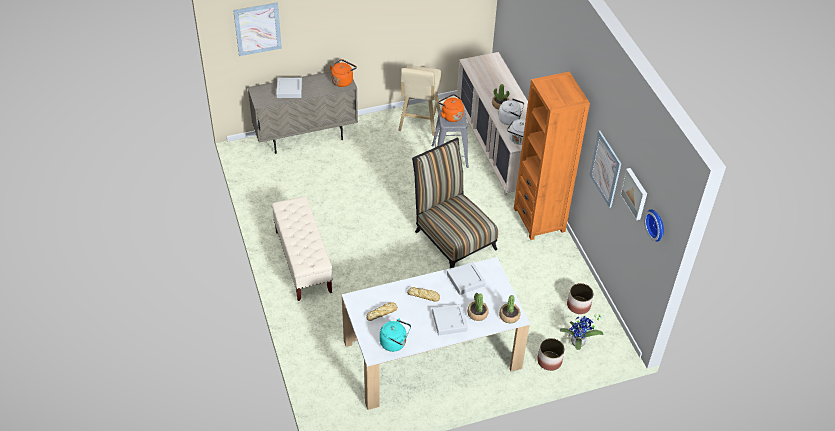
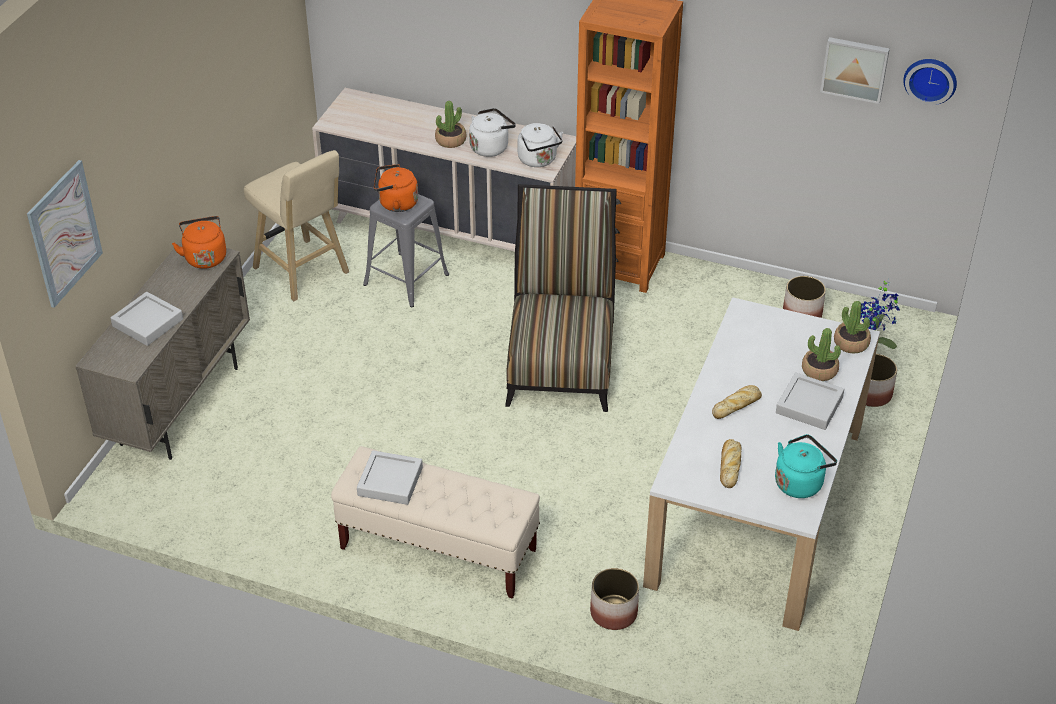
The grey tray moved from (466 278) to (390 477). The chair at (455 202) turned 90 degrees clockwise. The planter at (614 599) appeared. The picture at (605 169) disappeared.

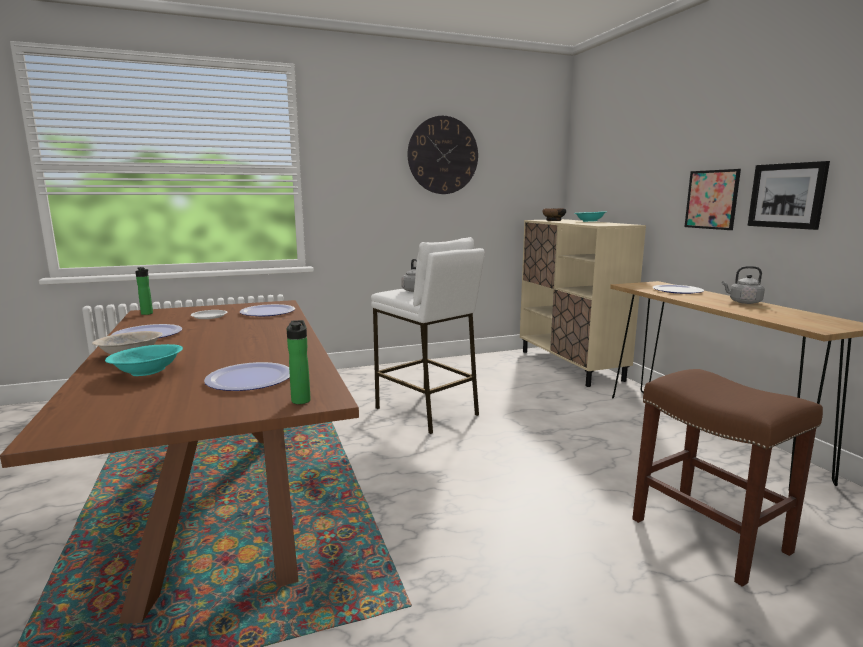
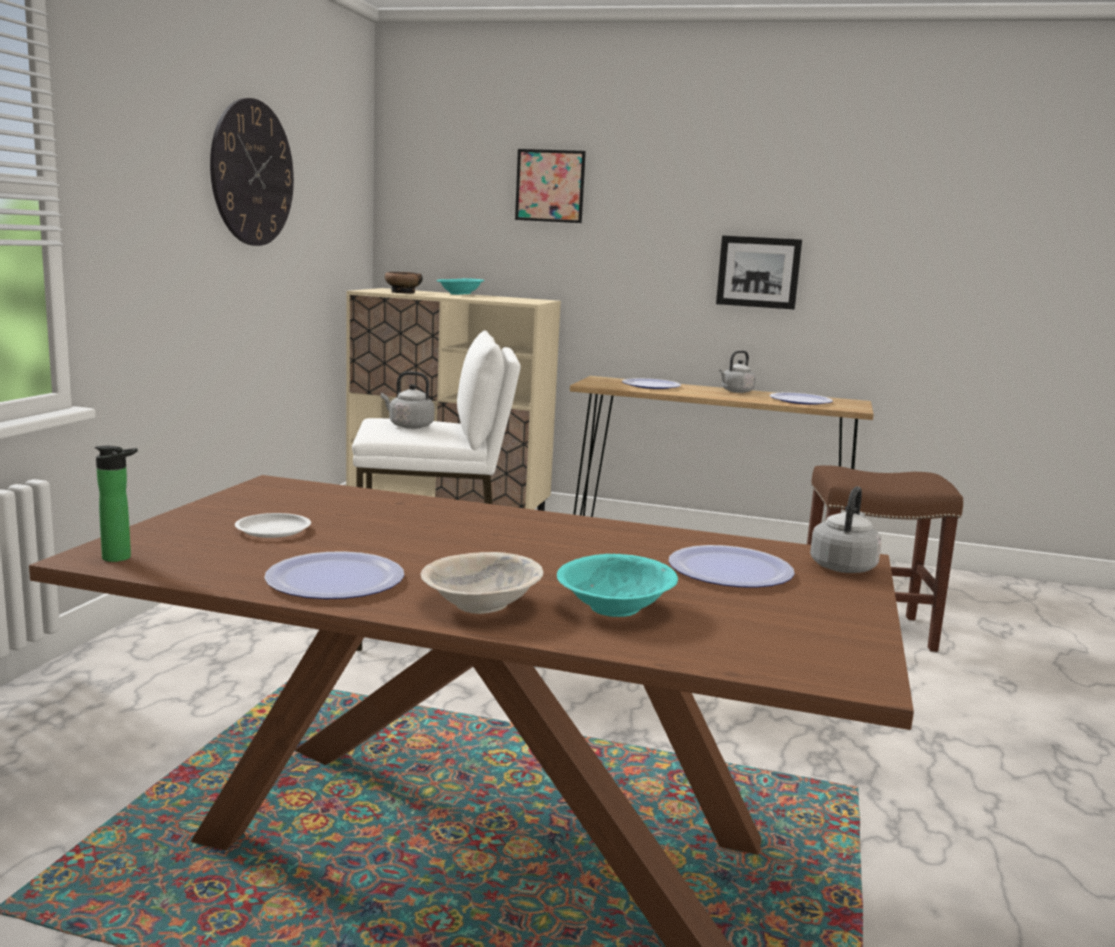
The picture moved from (713 199) to (550 186). The plate moved from (267 310) to (801 399). The bottle at (299 362) was replaced by the grey kettle at (845 529).

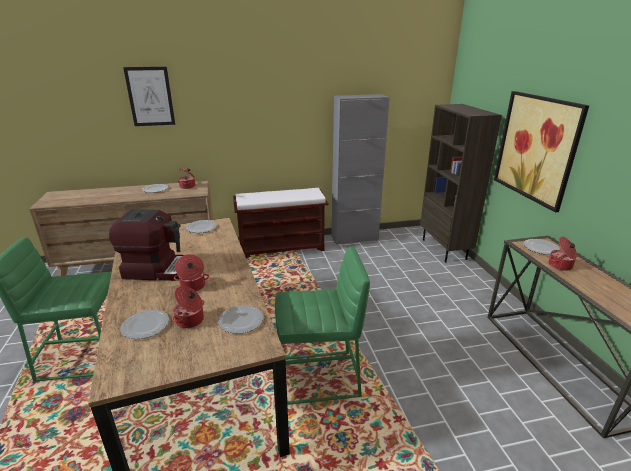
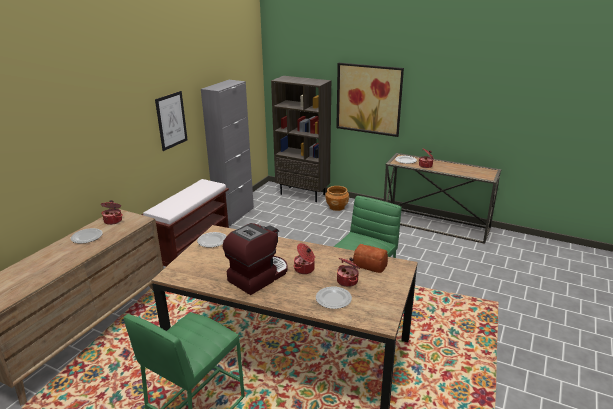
The picture moved from (149 96) to (171 121). The brown planter at (337 198) appeared. The plate at (240 319) was replaced by the bread at (370 258).

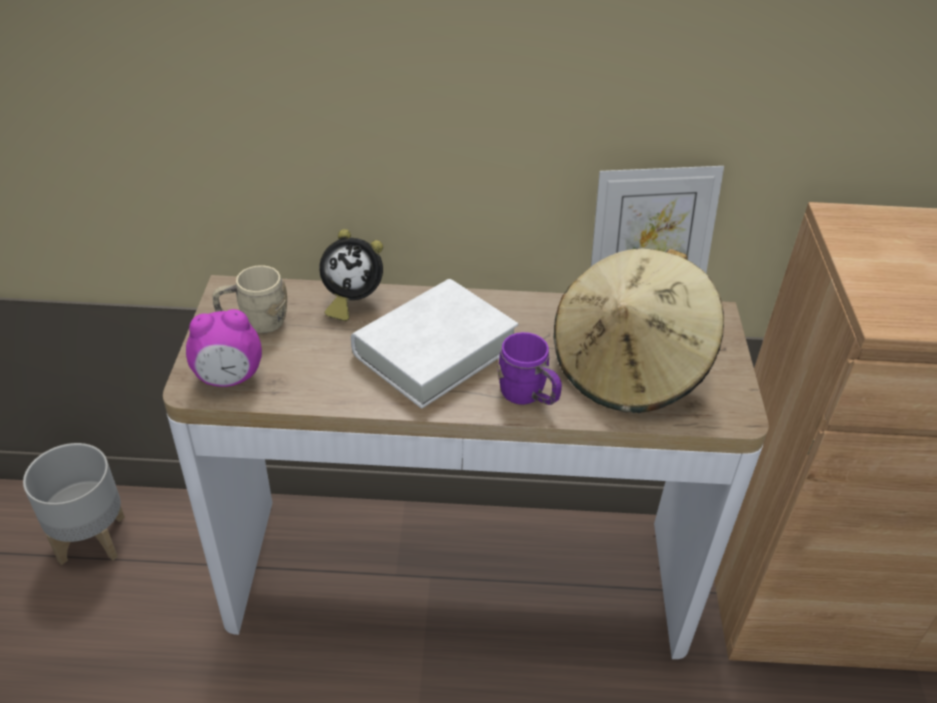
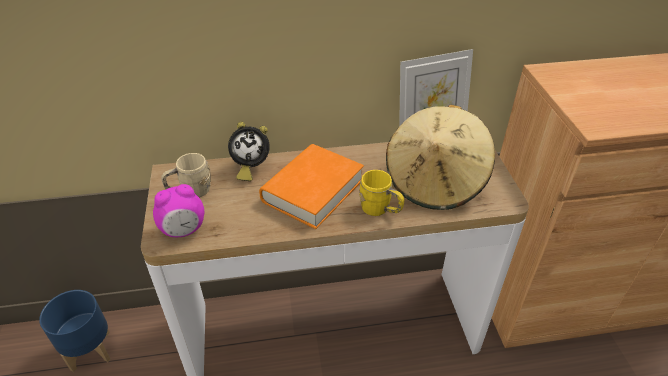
The grey planter at (74 504) became the blue planter at (75 331). The white book at (434 344) became the orange book at (311 186). The purple mug at (530 368) became the yellow mug at (381 193).

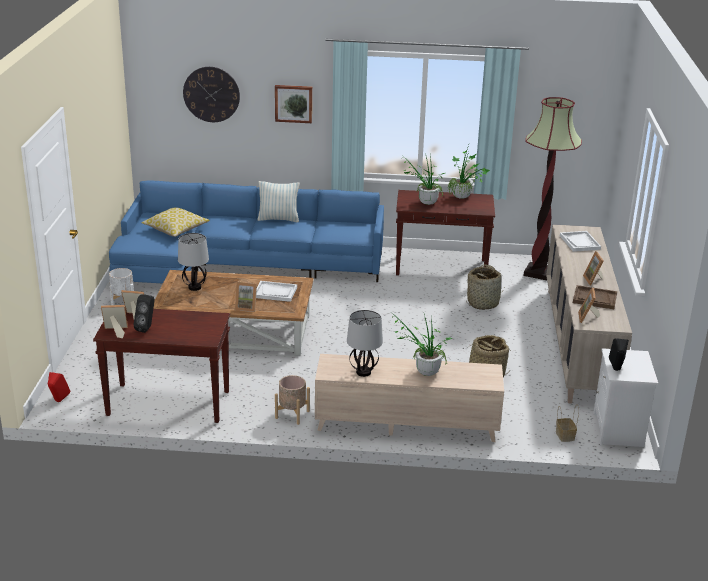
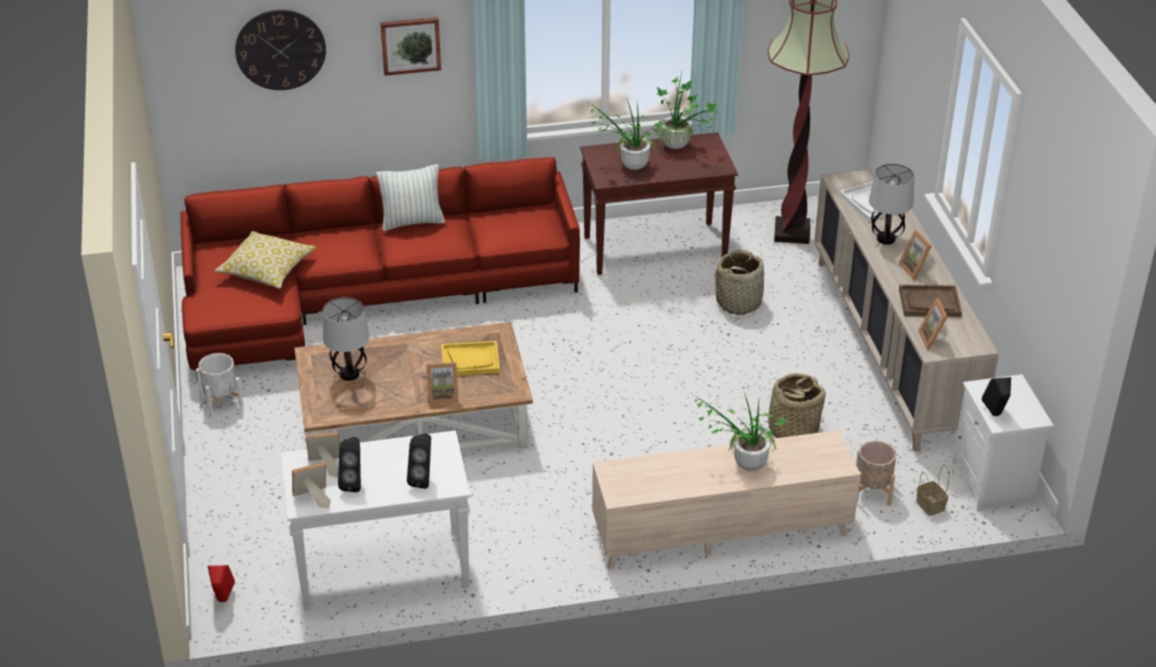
The blue sofa at (246 232) became the red sofa at (380 269). The brown console table at (161 365) became the white console table at (375 520). The black speaker at (419 461) appeared. The white tray at (276 291) became the yellow tray at (470 358). The beige planter moved from (292 400) to (876 473). The table lamp moved from (365 343) to (891 204).

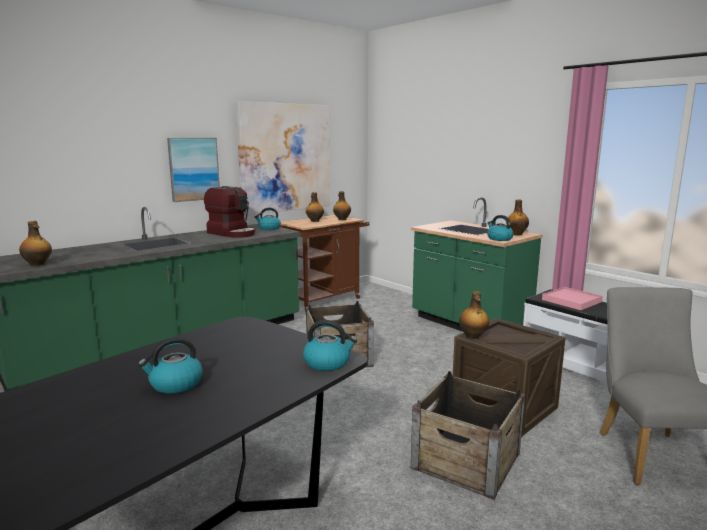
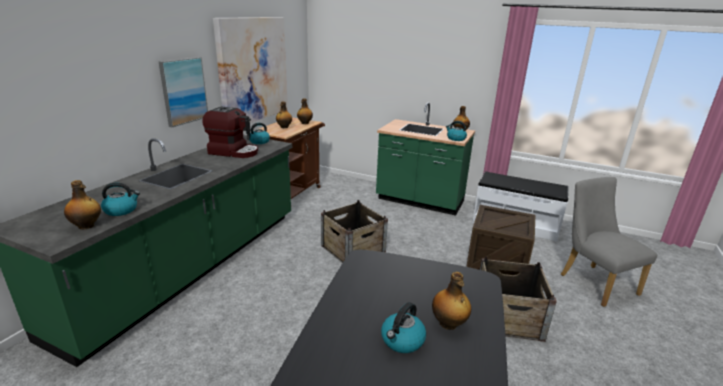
The kettle moved from (330 345) to (120 199). The bottle moved from (474 315) to (451 301). The pink tray at (572 298) disappeared.

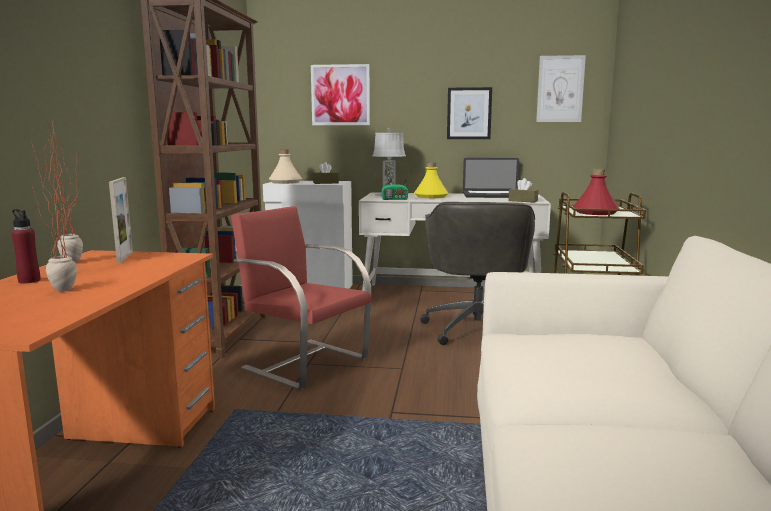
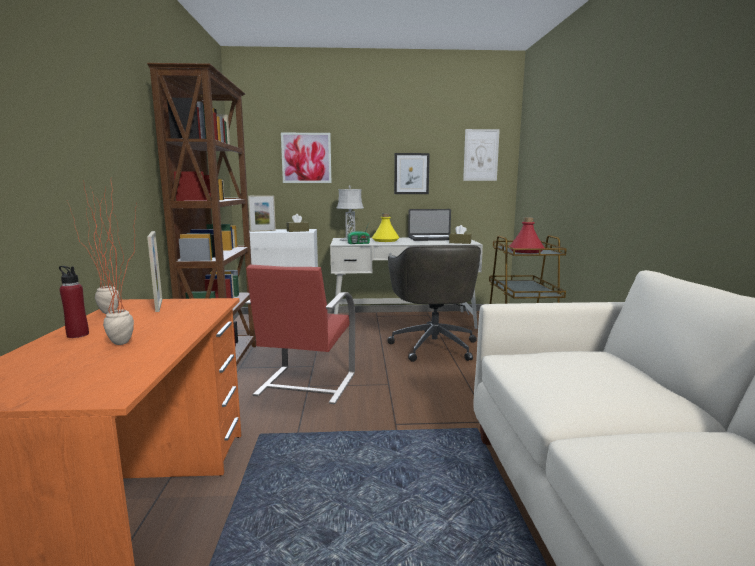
The red chair at (301 298) turned 105 degrees counterclockwise. The beige bottle at (285 166) was replaced by the picture frame at (262 213).

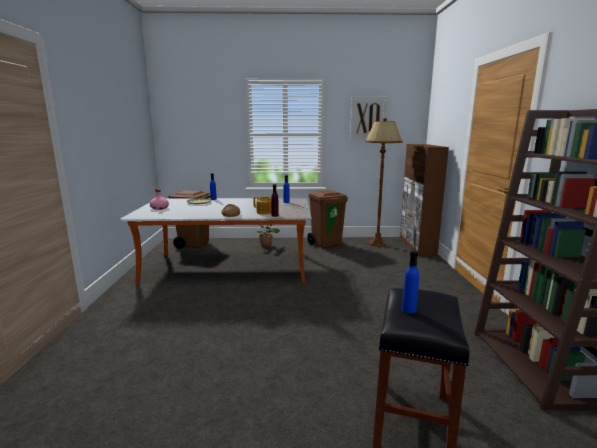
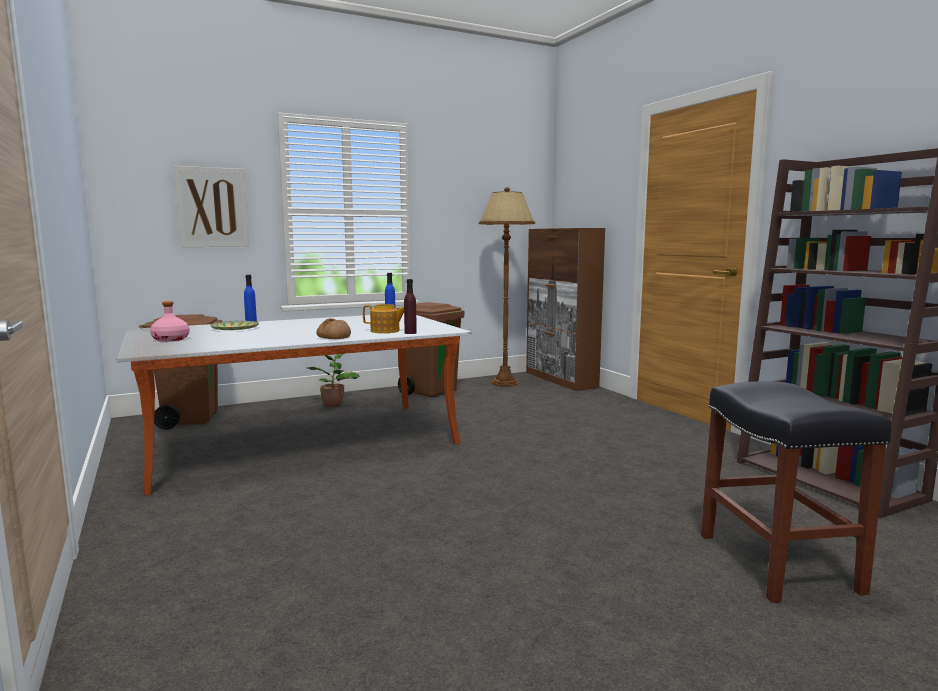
The picture moved from (368 118) to (211 206). The blue bottle at (410 281) disappeared.

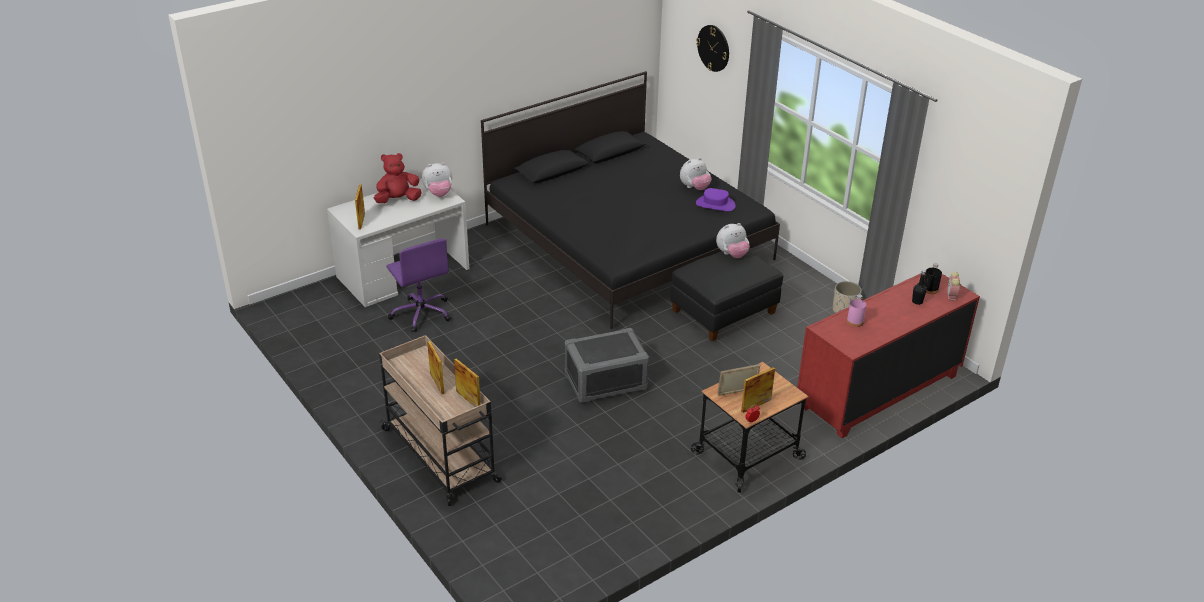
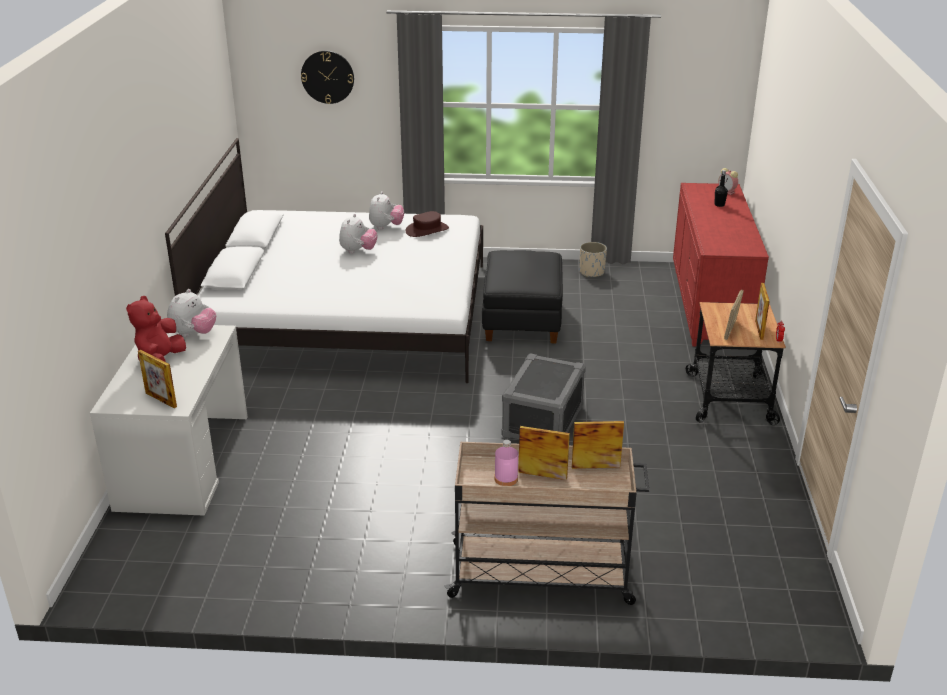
The black bed at (630 200) became the white bed at (324 260). The plush toy moved from (733 240) to (358 234). The purple hat at (716 199) became the brown hat at (427 224). The pink bottle moved from (856 310) to (506 463). The purple office chair at (418 285) disappeared. The black bottle at (932 278) disappeared.

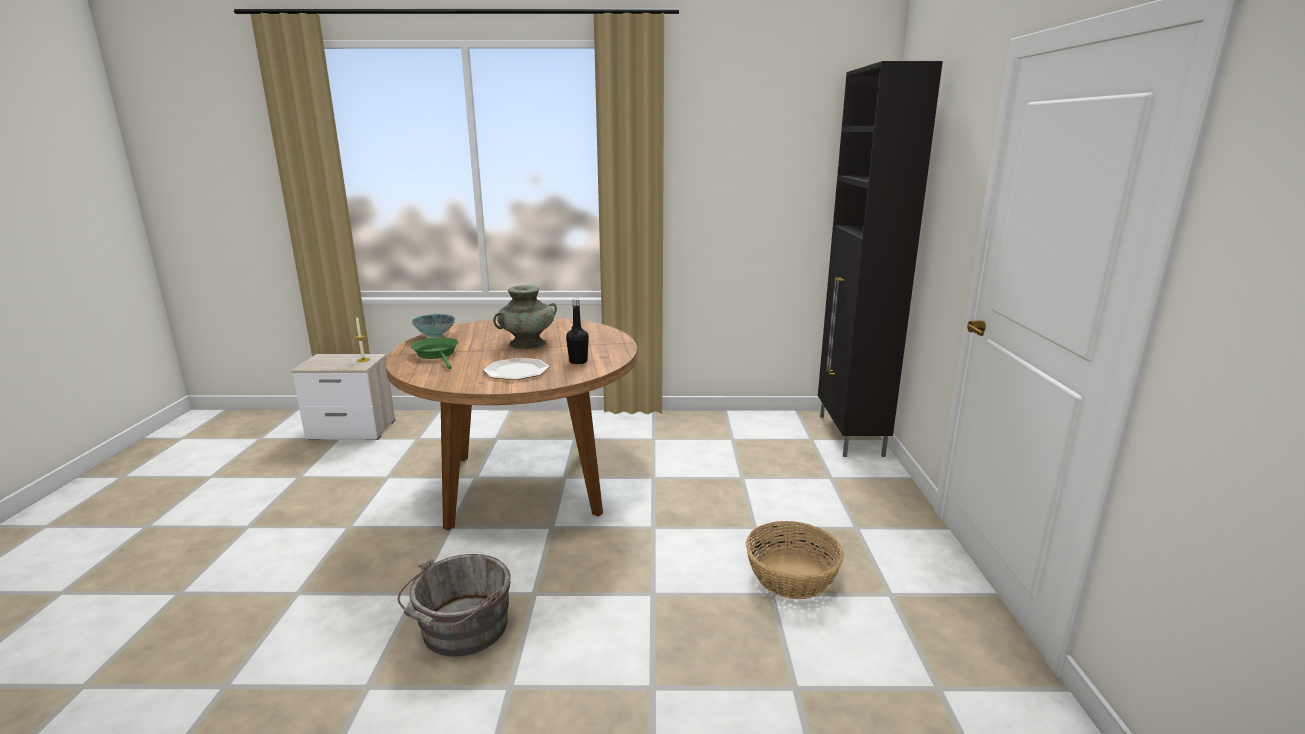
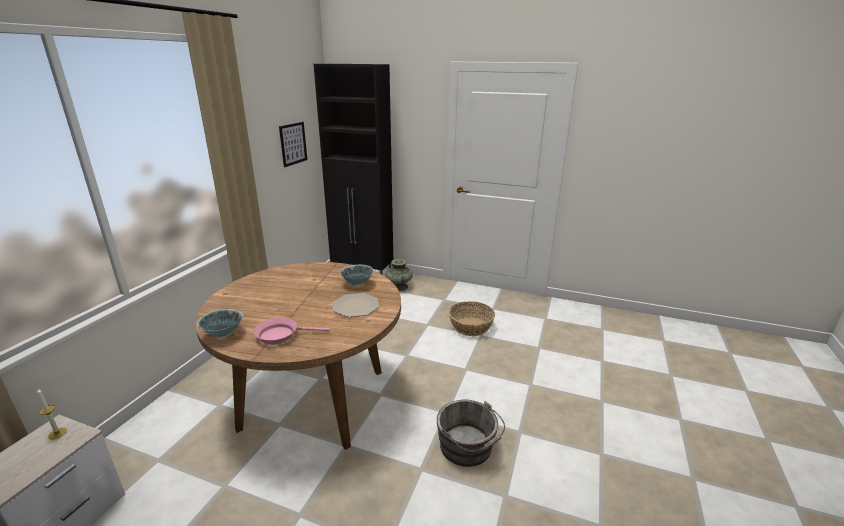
The green frying pan at (435 353) became the pink frying pan at (292 331). The picture at (293 144) appeared. The black bottle at (577 331) was replaced by the bowl at (357 276). The turquoise vase moved from (525 317) to (399 275).

